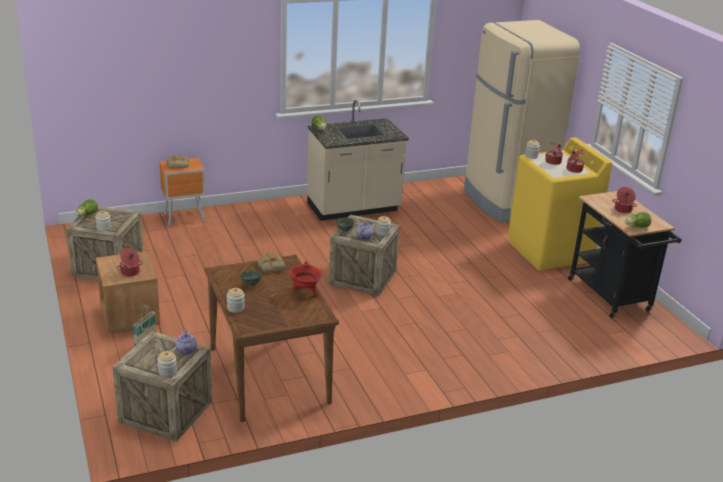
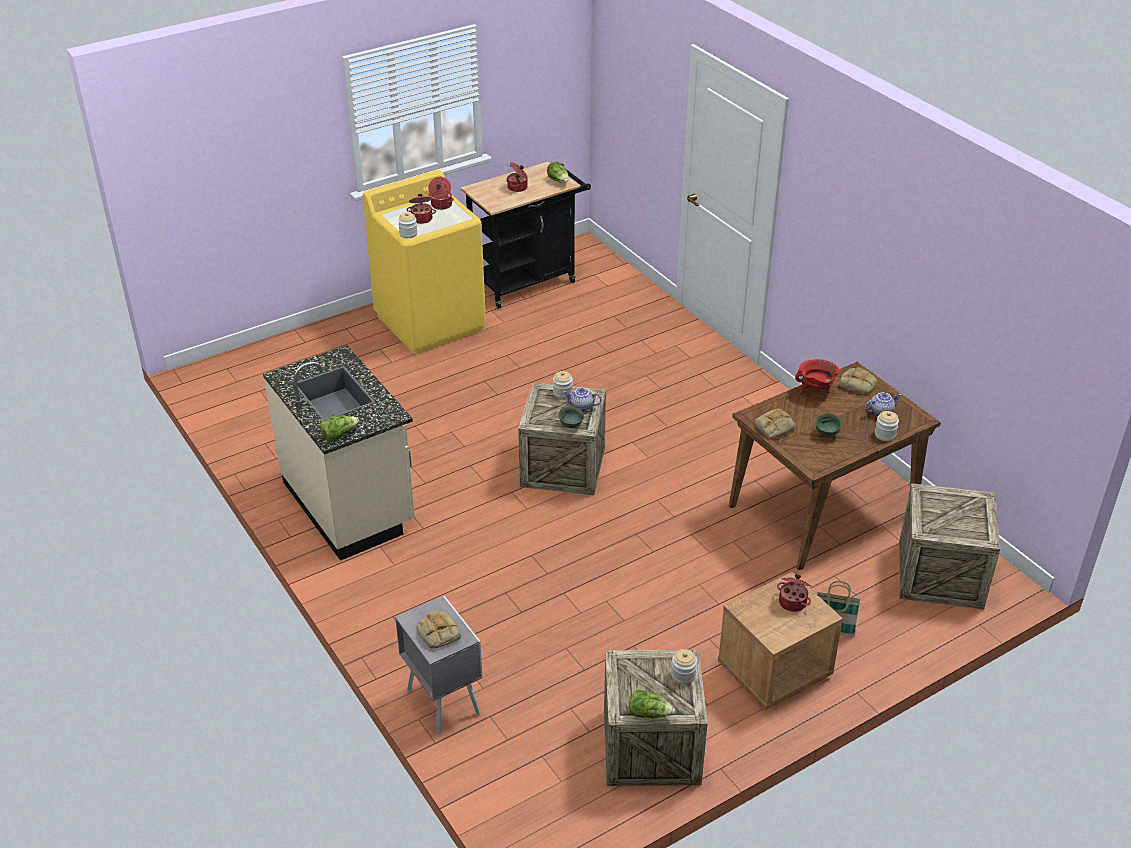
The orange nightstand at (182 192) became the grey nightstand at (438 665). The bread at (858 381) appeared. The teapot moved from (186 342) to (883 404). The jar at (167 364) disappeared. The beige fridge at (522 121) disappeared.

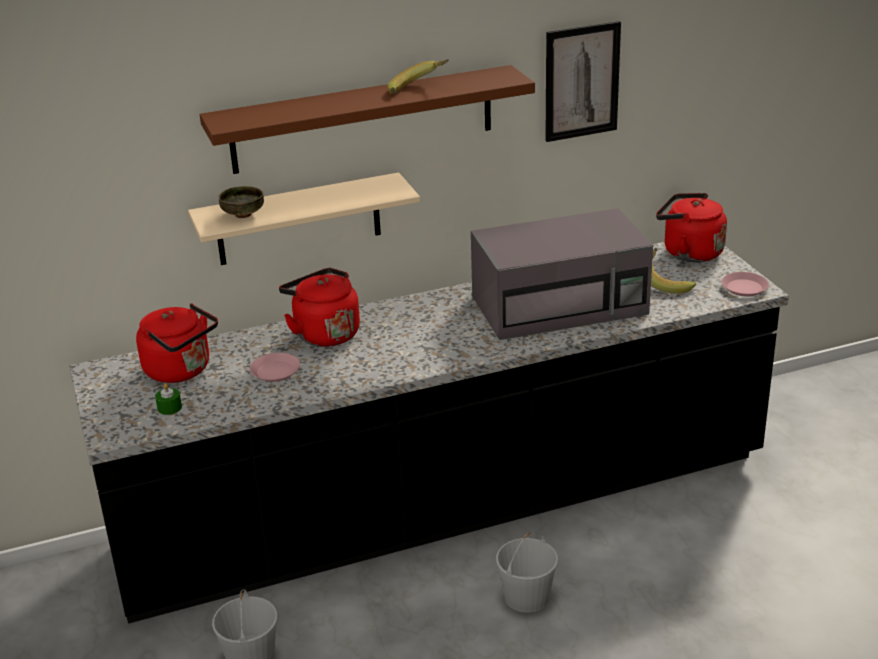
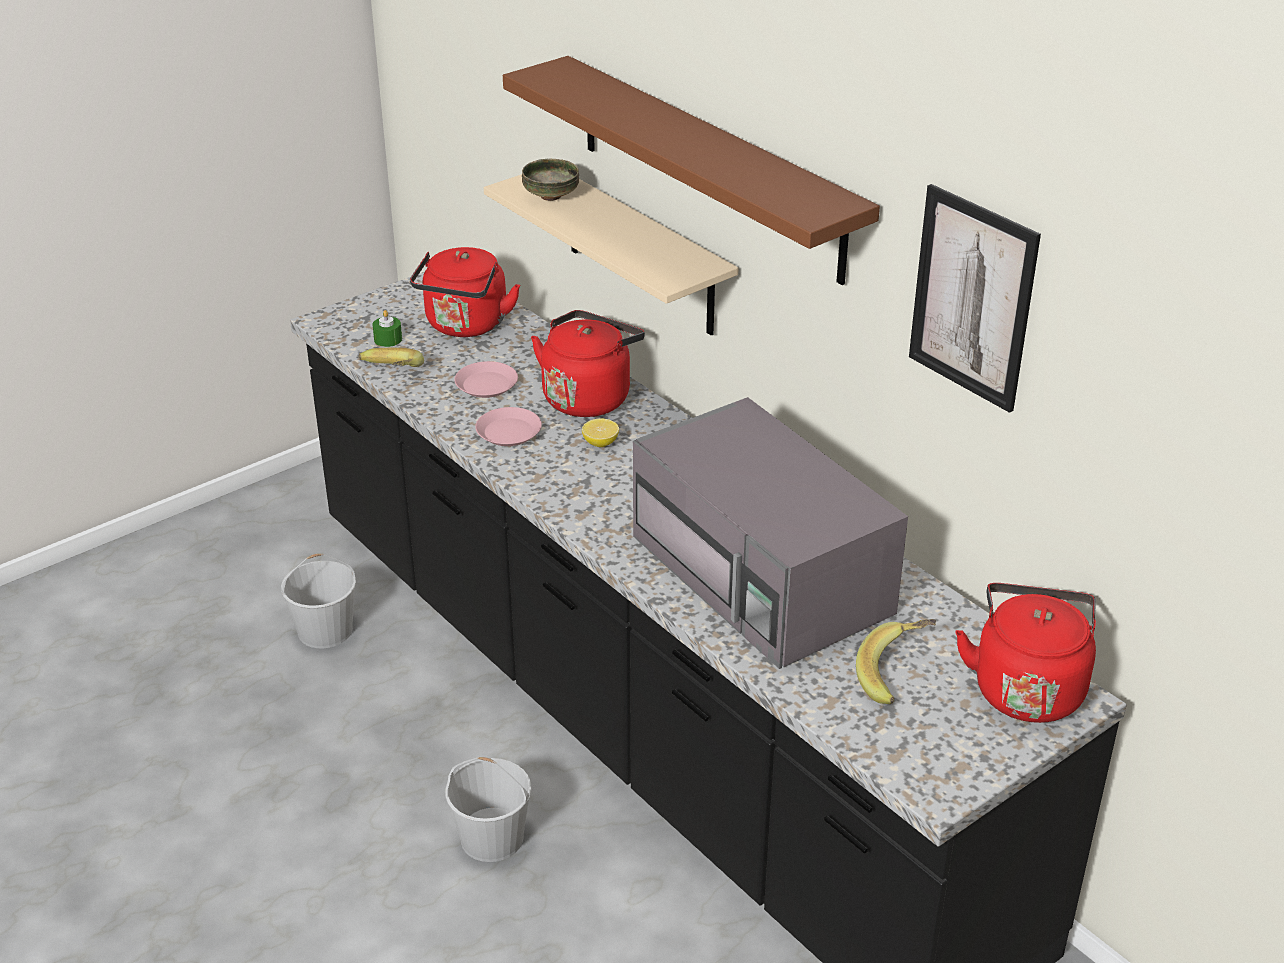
The banana moved from (418 76) to (391 357). The pink plate moved from (745 284) to (508 426). The lemon at (600 433) appeared.

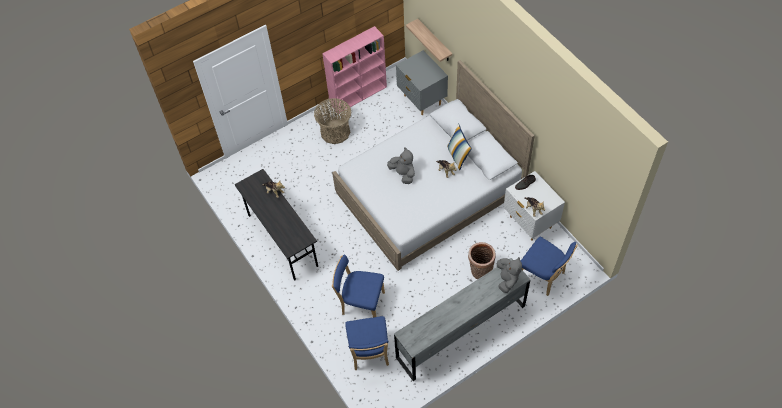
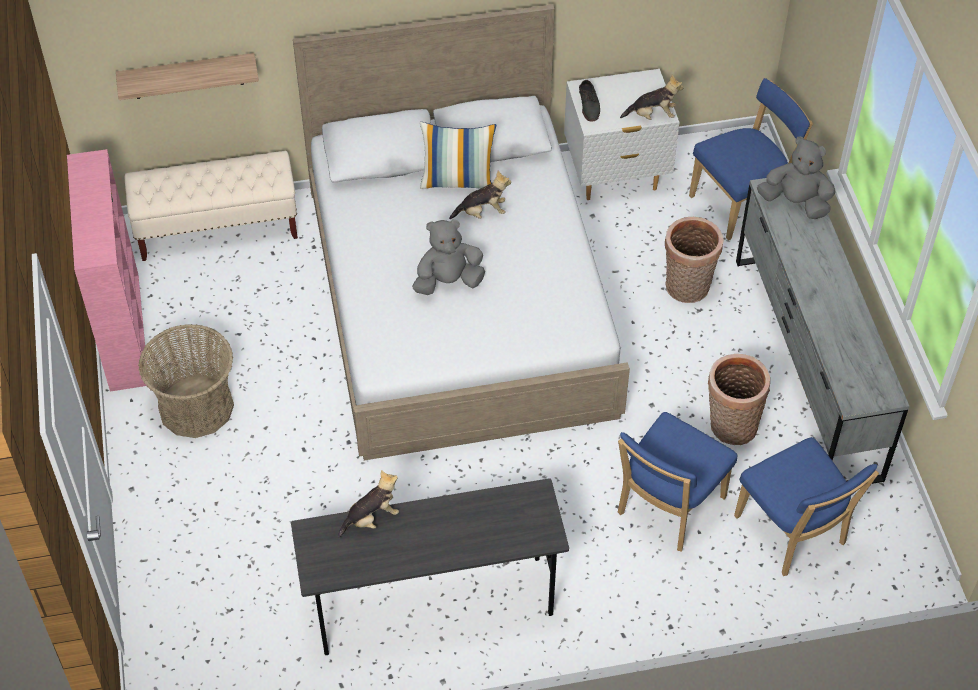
The grey nightstand at (422 82) was replaced by the beige bench at (211 206). The basket at (739 399) appeared. The blue chair at (367 343) turned 45 degrees clockwise.

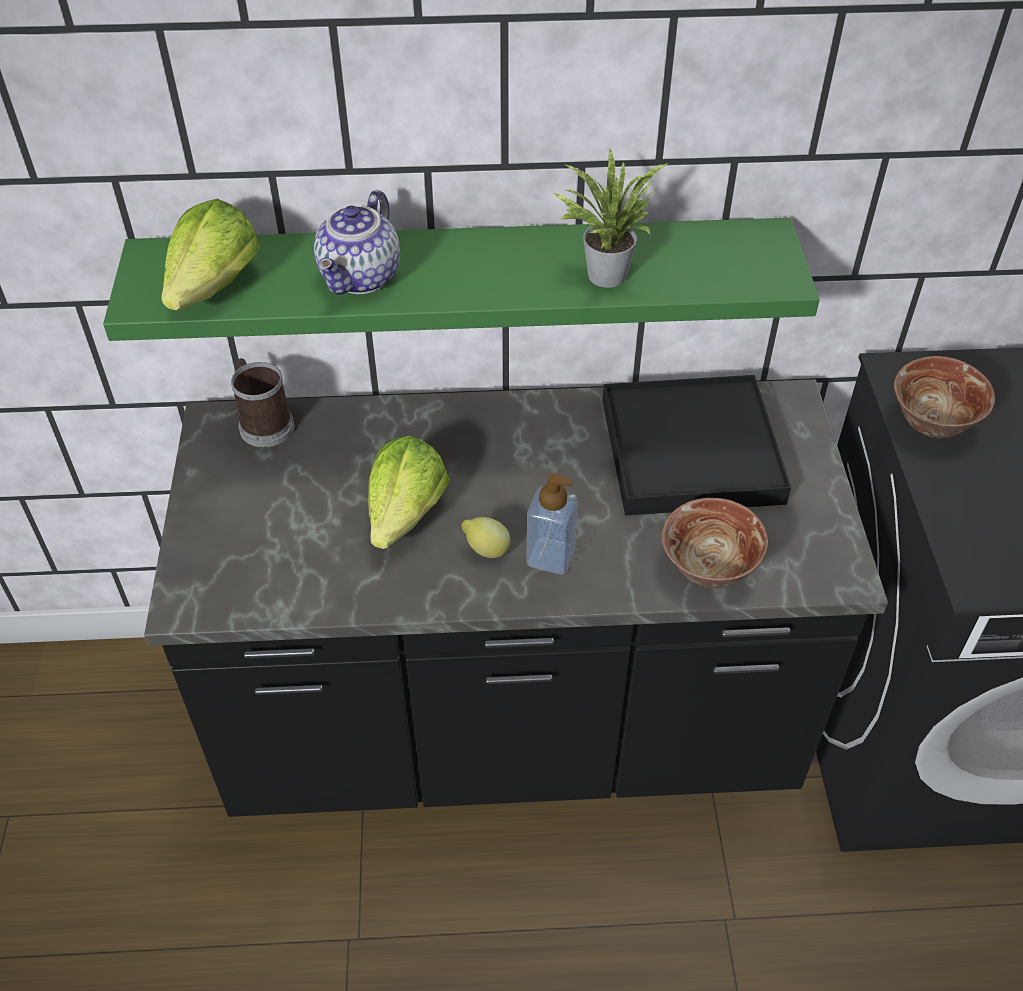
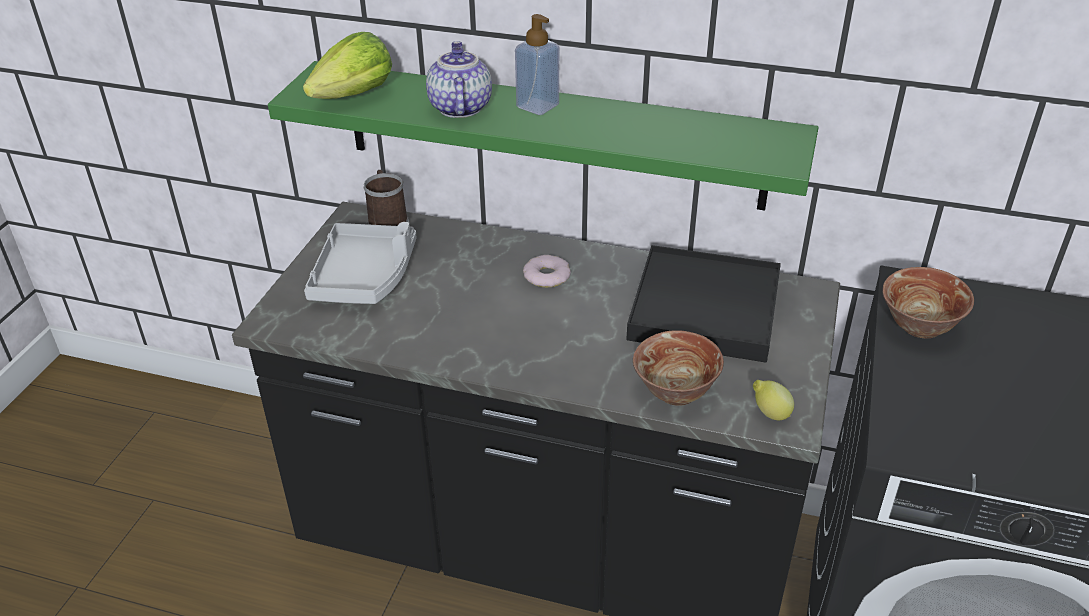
The grey tray at (360 263) appeared. The teapot at (357 242) turned 135 degrees clockwise. The soap dispenser moved from (552 523) to (537 64). The donut at (547 271) appeared. The lemon moved from (485 537) to (773 400). The lettuce at (408 492) disappeared. The potted plant at (610 218) disappeared.

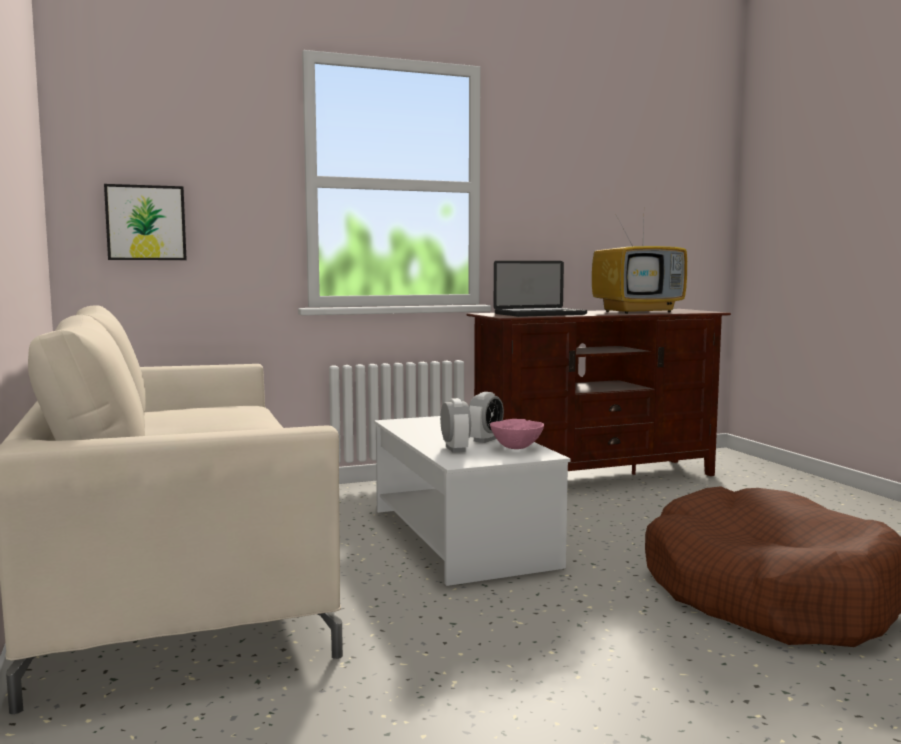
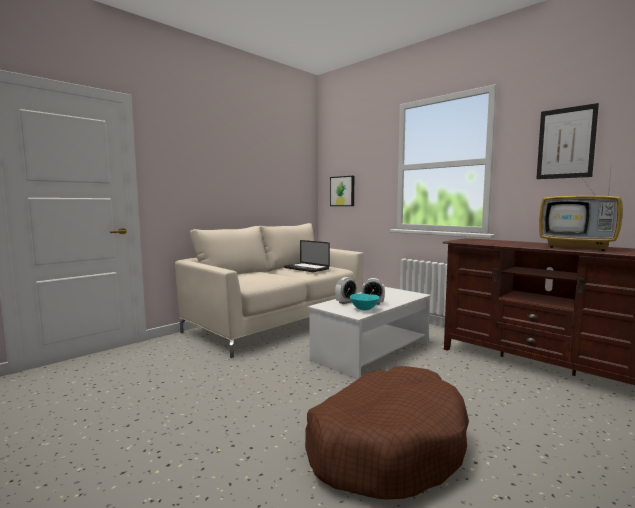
The laptop moved from (540 289) to (307 256). The pink bowl at (517 434) became the turquoise bowl at (364 302). The picture at (567 141) appeared.

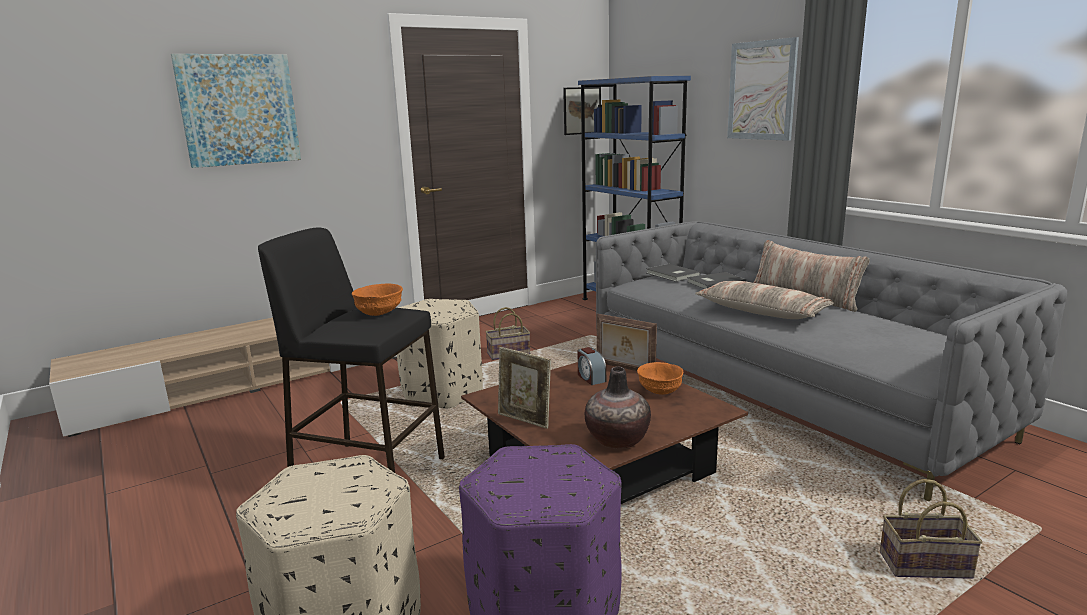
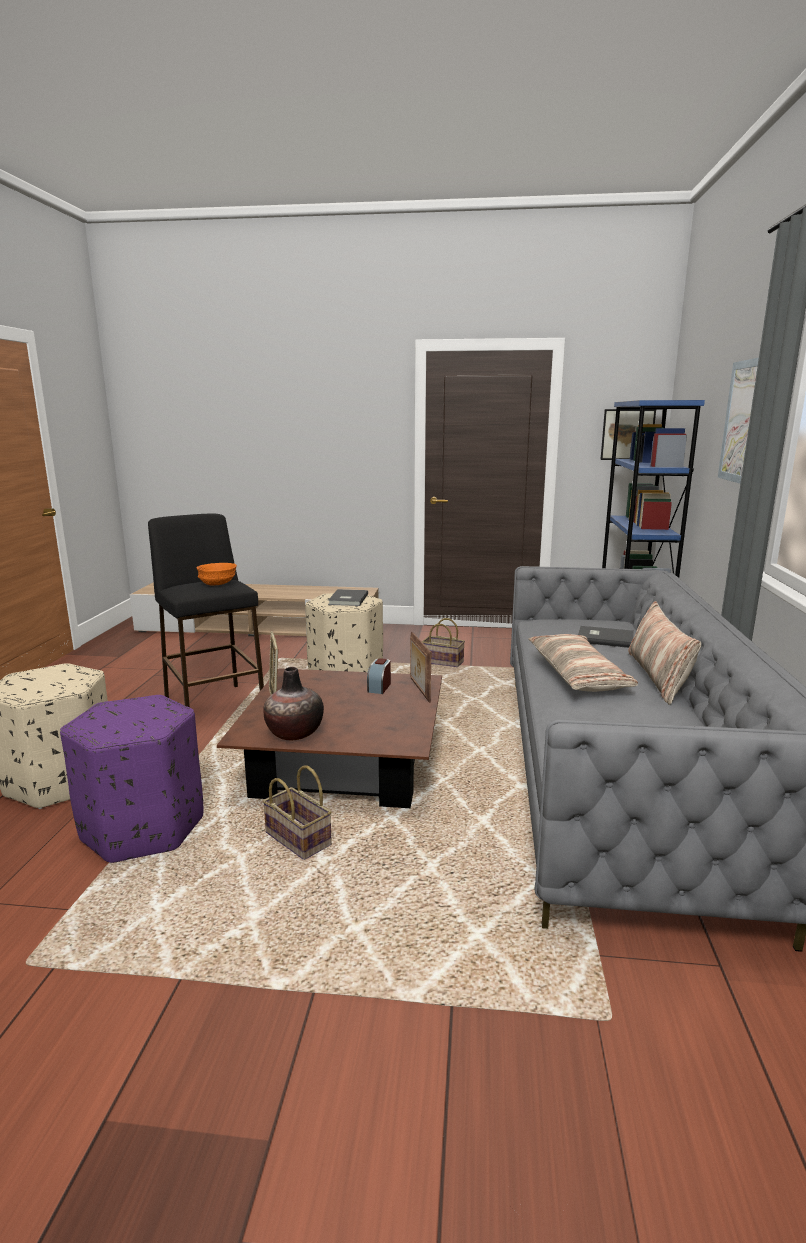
The basket moved from (931 529) to (297 813). The grey book moved from (673 273) to (348 597). The picture at (236 111) disappeared. The orange bowl at (660 378) disappeared.

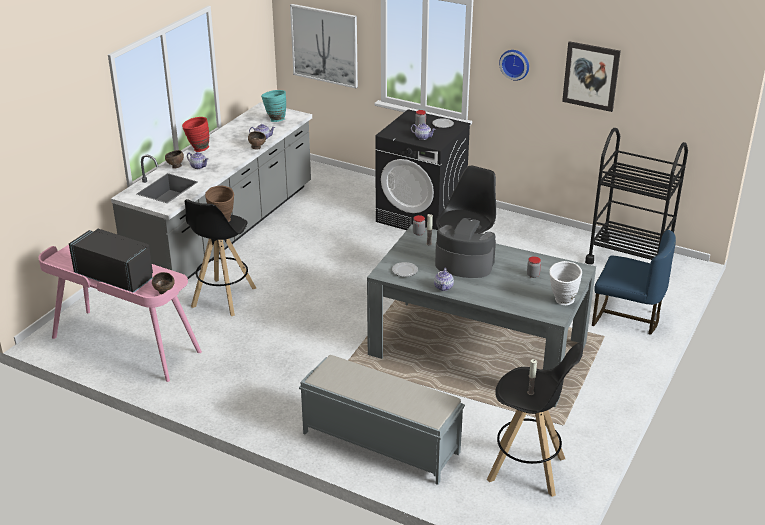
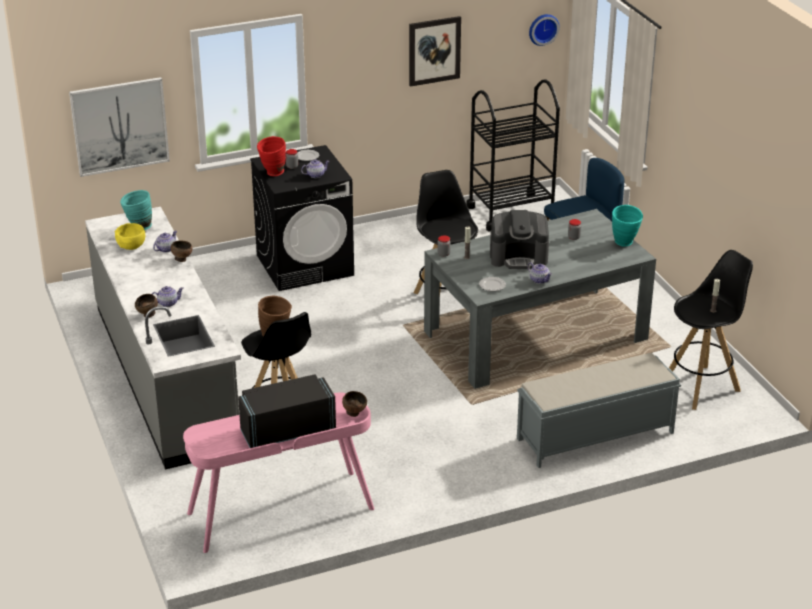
The yellow bowl at (130 236) appeared. The red vase moved from (195 134) to (271 156). The coffee machine at (465 248) turned 150 degrees counterclockwise. The wall clock moved from (514 65) to (544 30). The white vase at (565 283) became the turquoise vase at (627 226).

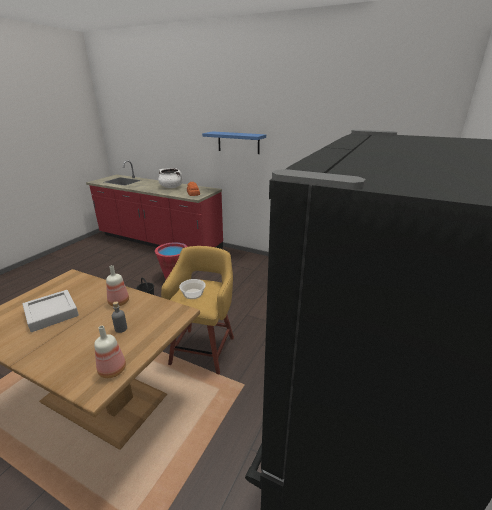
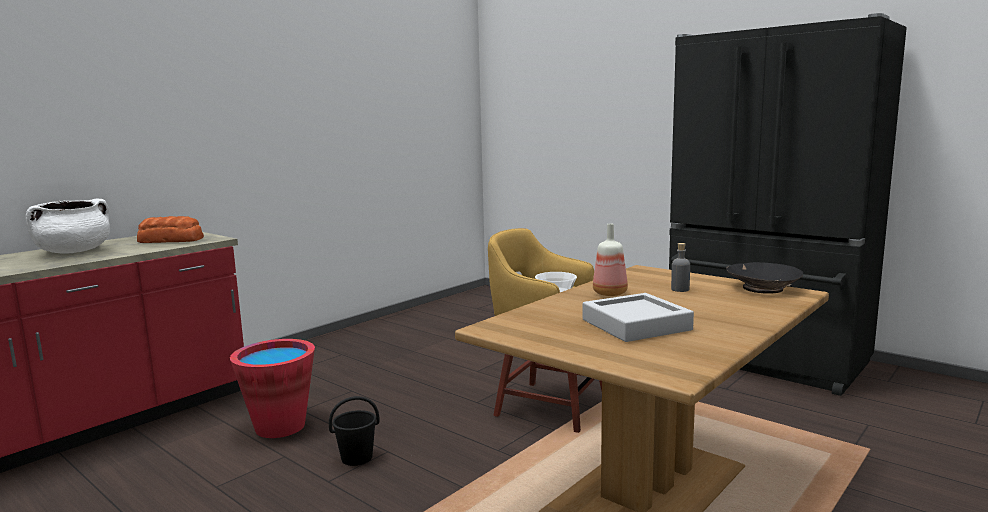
The bottle at (110 352) was replaced by the black bowl at (764 278). The blue shelf at (234 142) disappeared.

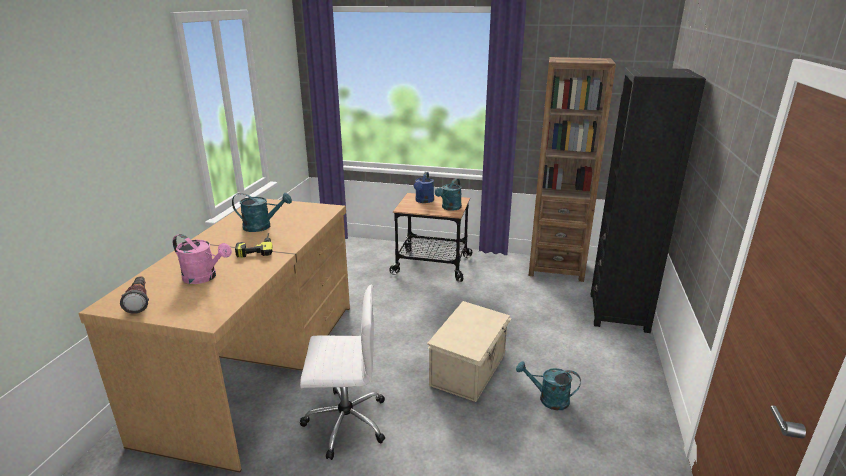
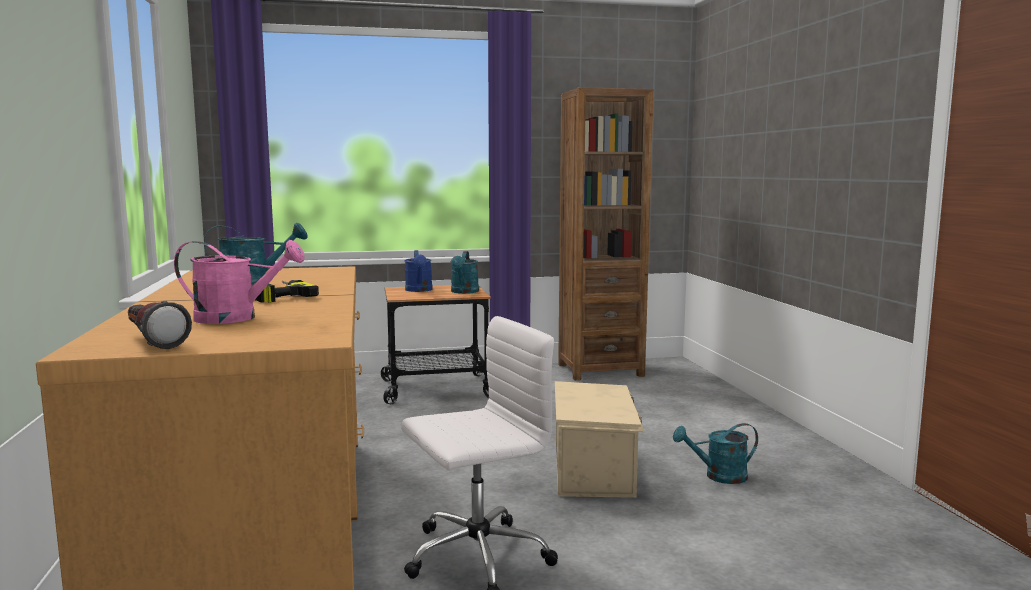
The black bookcase at (648 200) disappeared.

